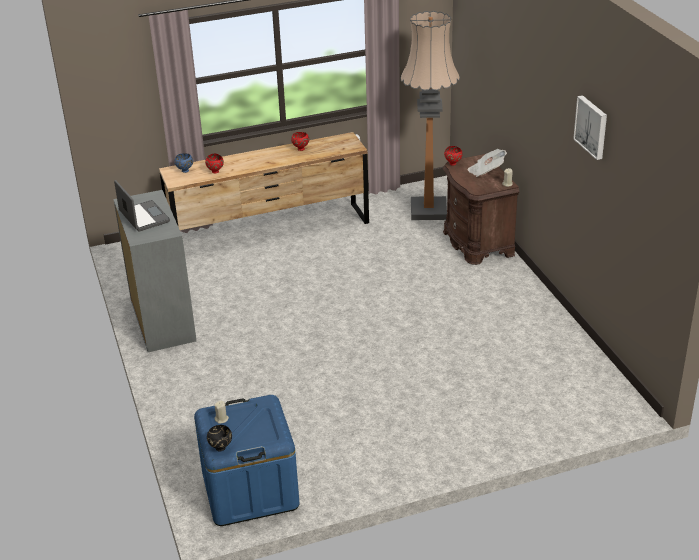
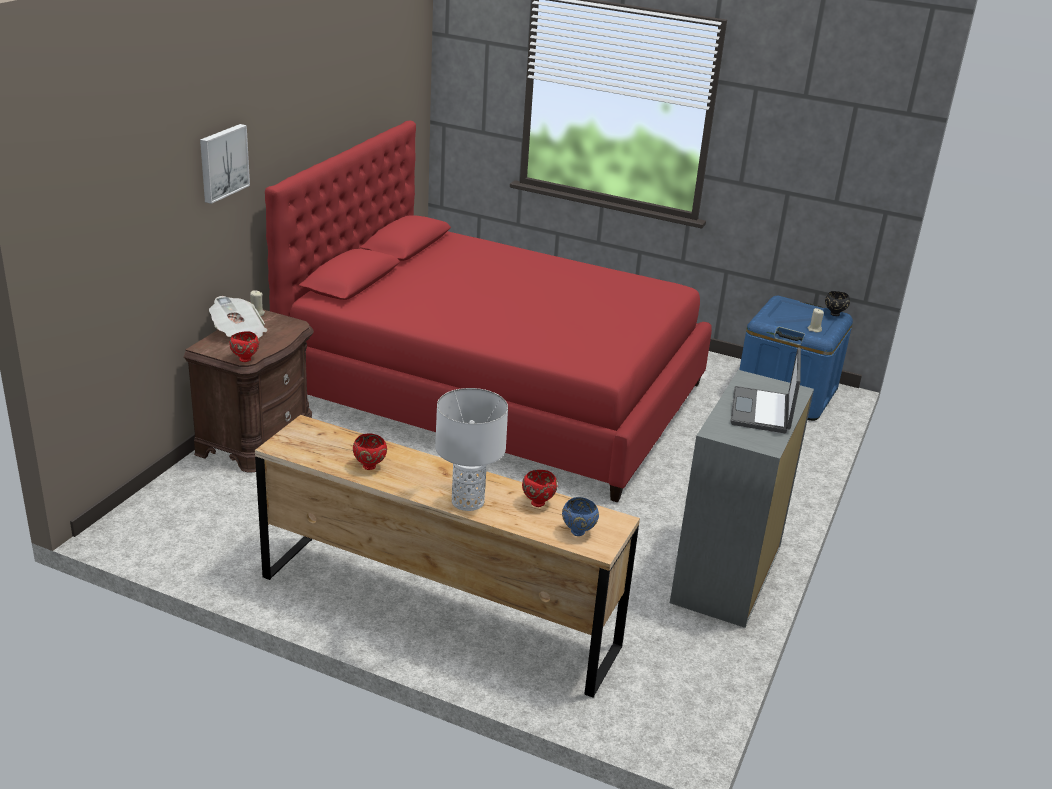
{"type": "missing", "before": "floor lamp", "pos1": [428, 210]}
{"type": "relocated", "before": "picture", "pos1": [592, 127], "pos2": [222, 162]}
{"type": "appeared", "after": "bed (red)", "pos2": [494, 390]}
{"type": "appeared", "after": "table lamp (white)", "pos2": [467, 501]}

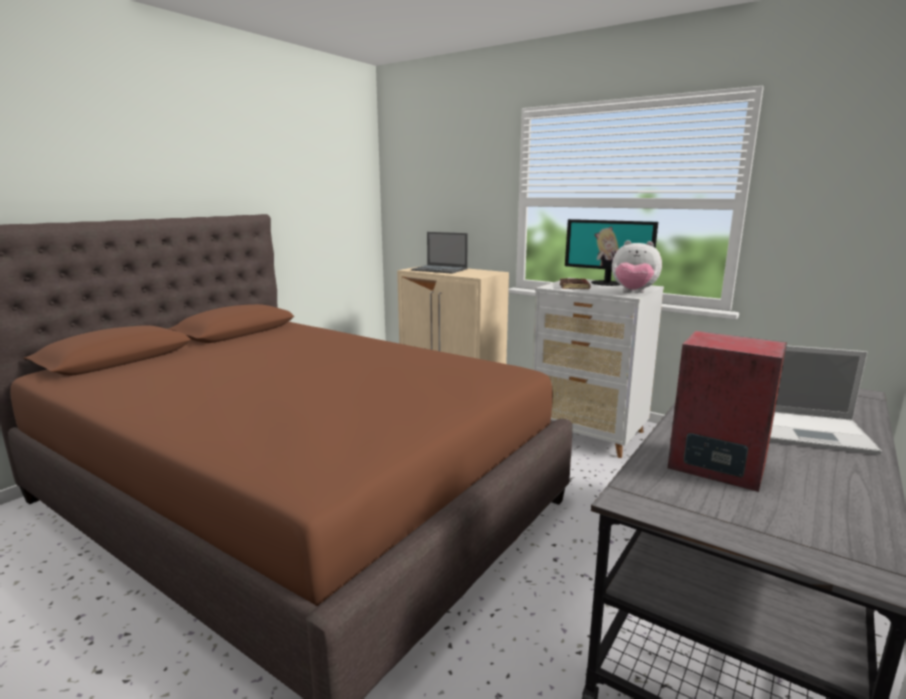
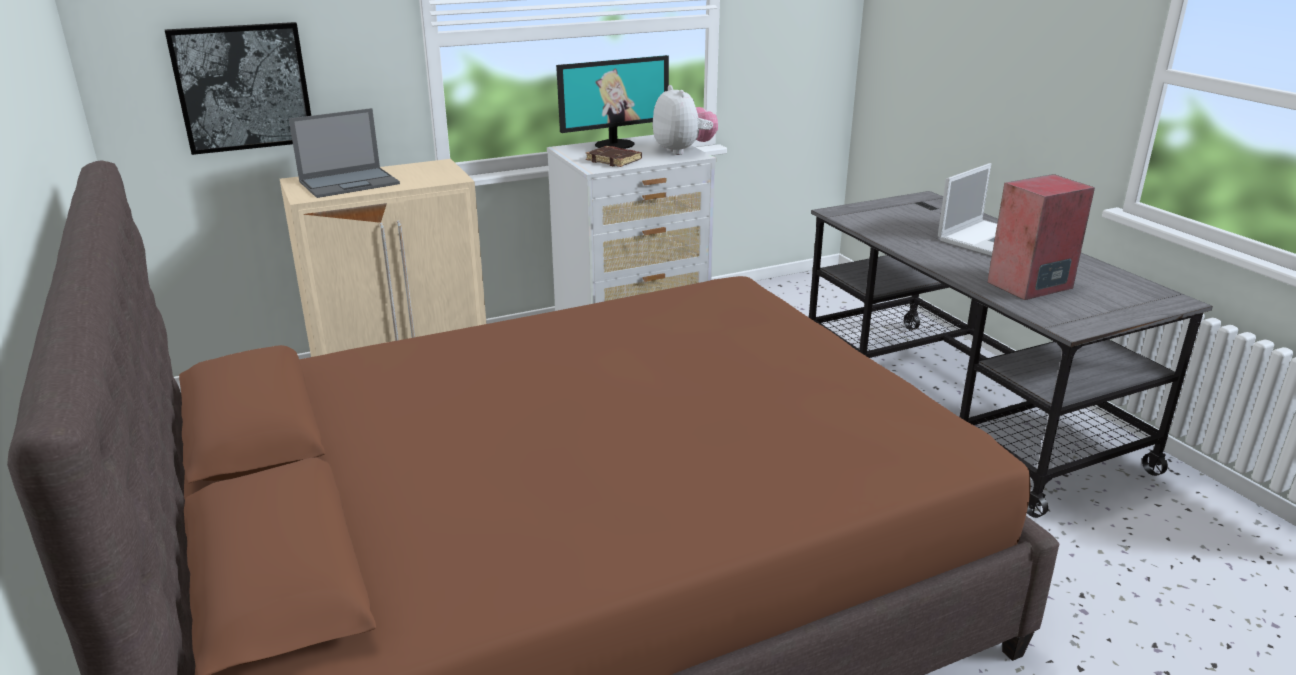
{"type": "spun", "before": "plush toy", "pos1": [633, 292], "pos2": [683, 151], "turn": -75}
{"type": "appeared", "after": "picture", "pos2": [243, 87]}

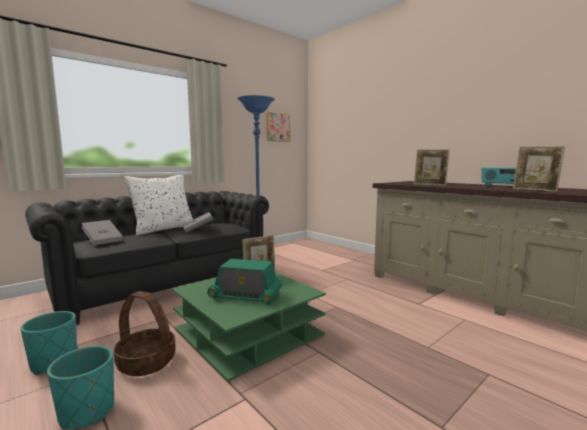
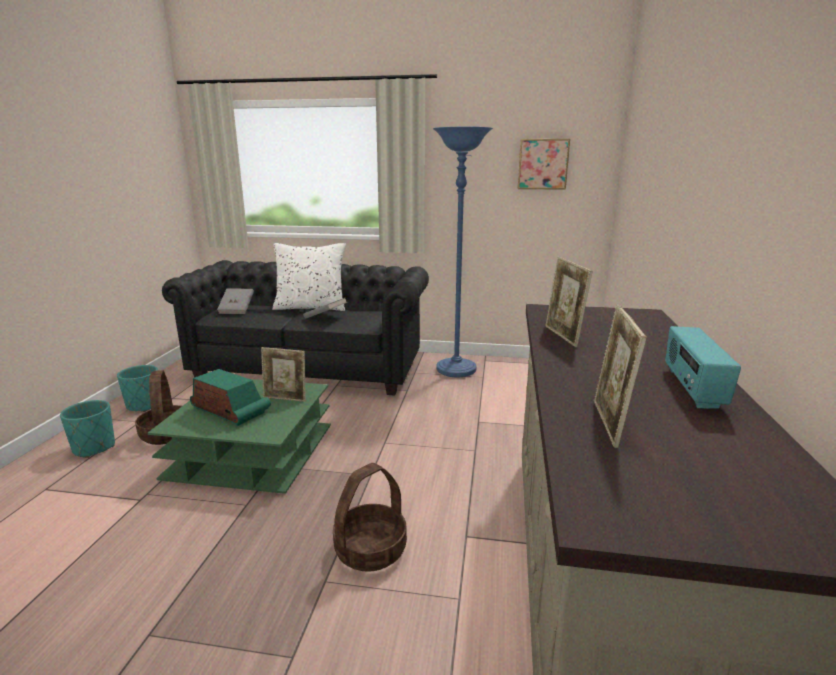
{"type": "spun", "before": "radio", "pos1": [245, 296], "pos2": [230, 410], "turn": 150}
{"type": "appeared", "after": "basket", "pos2": [370, 550]}

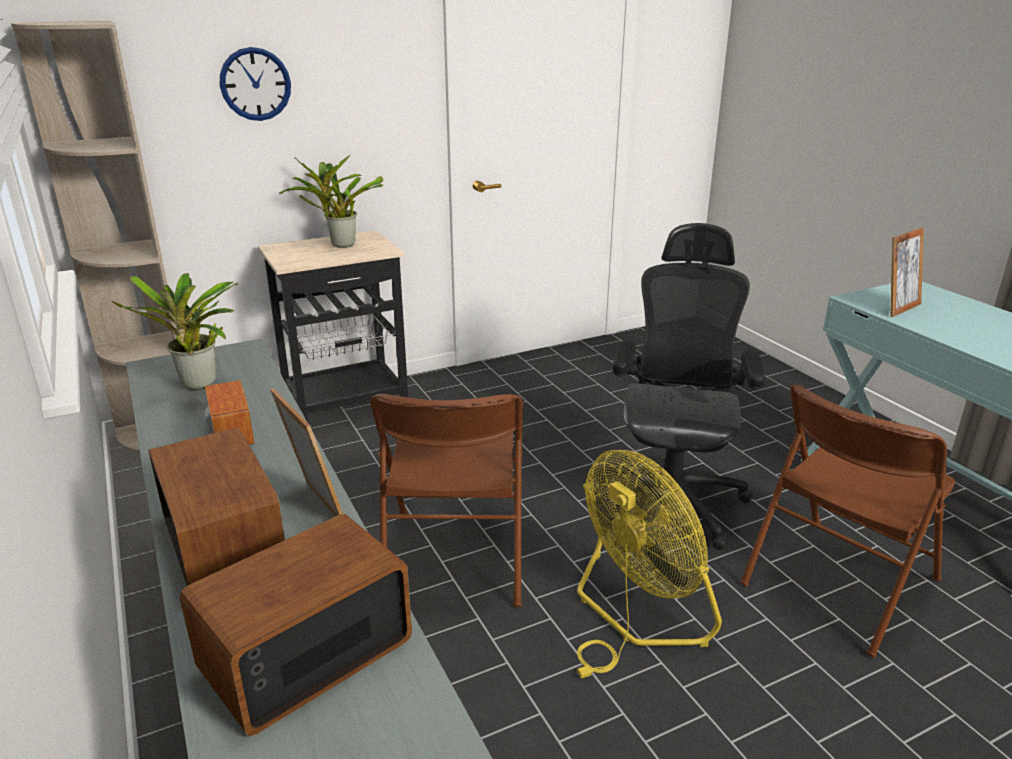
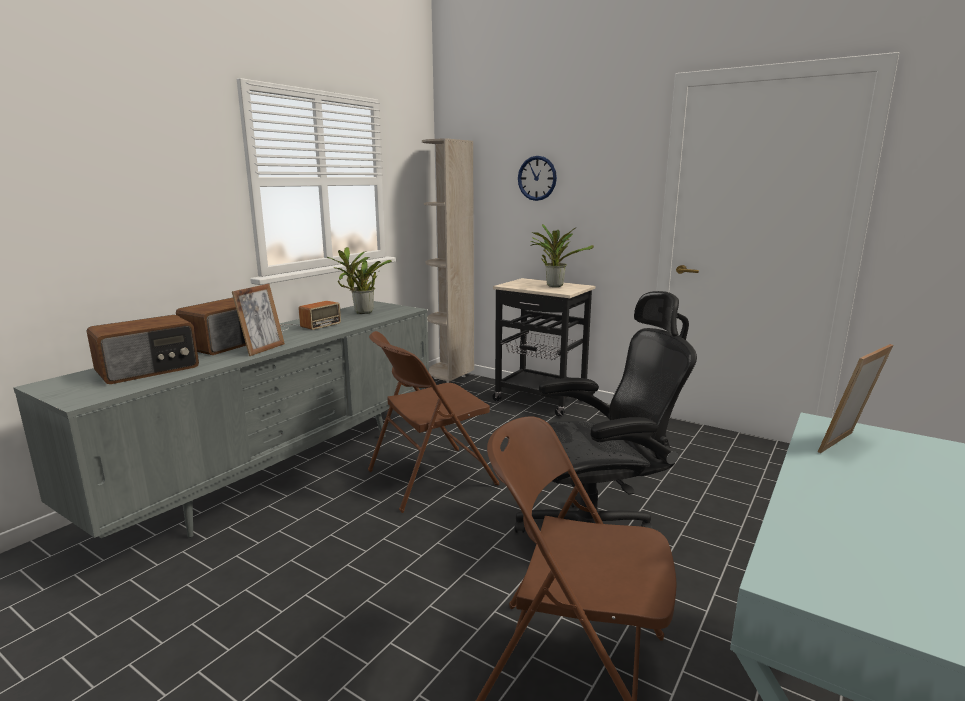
{"type": "spun", "before": "picture frame", "pos1": [898, 308], "pos2": [846, 445], "turn": 120}
{"type": "missing", "before": "fan (yellow)", "pos1": [626, 614]}
{"type": "spun", "before": "radio", "pos1": [304, 653], "pos2": [149, 370], "turn": 120}

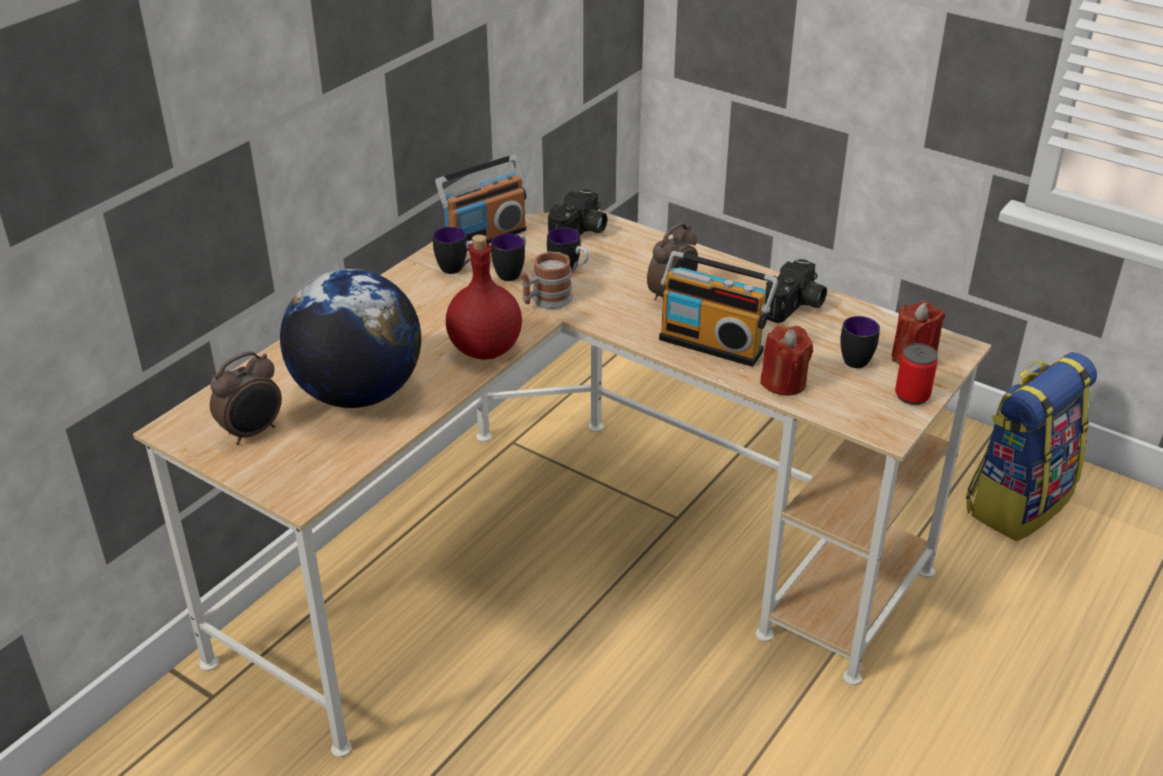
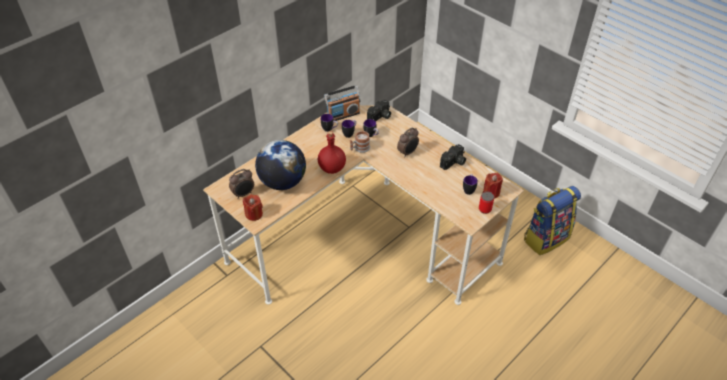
{"type": "missing", "before": "radio", "pos1": [713, 343]}
{"type": "relocated", "before": "candle (red)", "pos1": [783, 382], "pos2": [254, 214]}

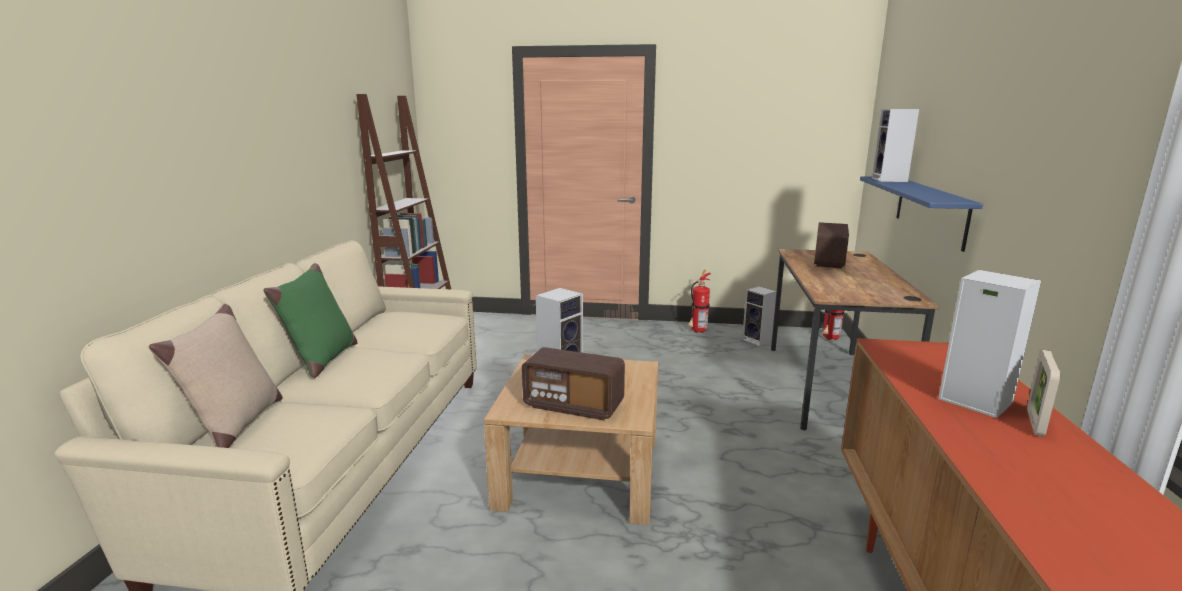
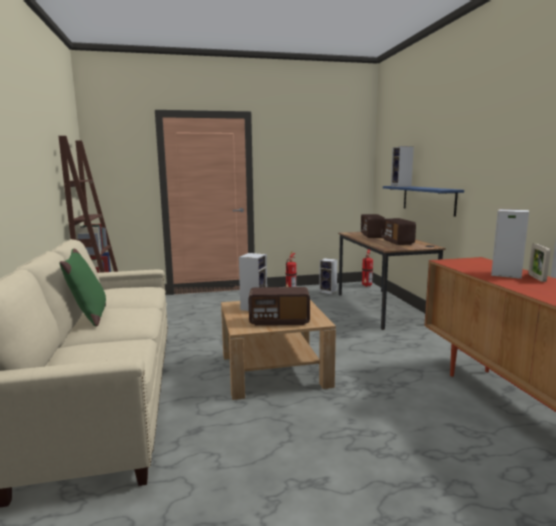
{"type": "missing", "before": "pillow (beige)", "pos1": [235, 425]}
{"type": "appeared", "after": "radio", "pos2": [397, 242]}

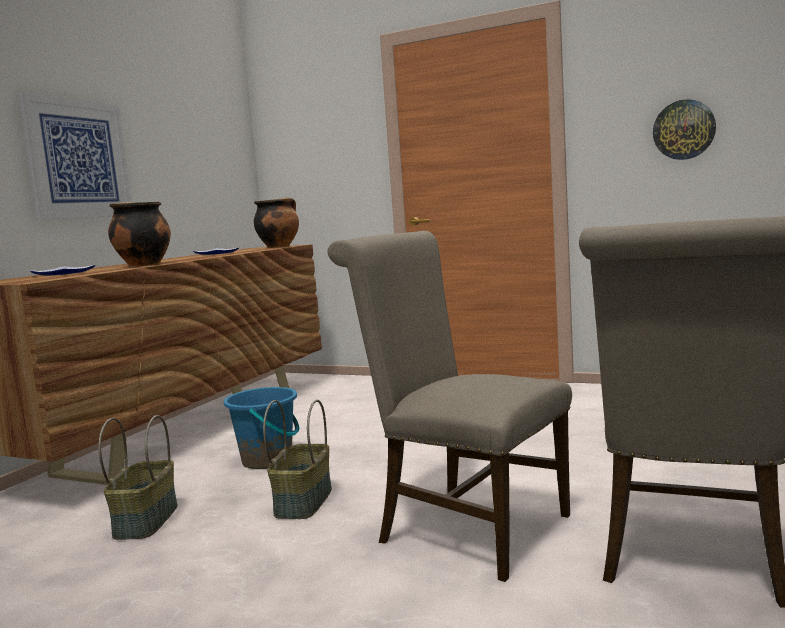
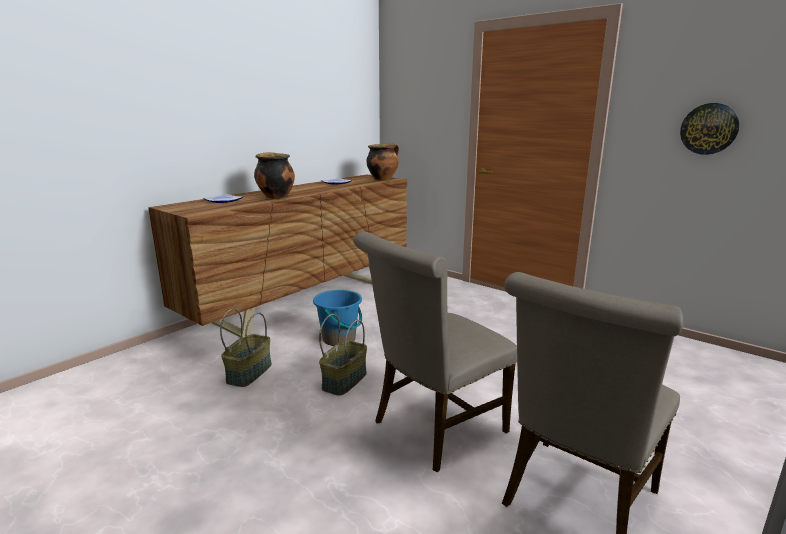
{"type": "missing", "before": "picture", "pos1": [78, 159]}
{"type": "spun", "before": "chair (beige)", "pos1": [464, 526], "pos2": [433, 429], "turn": -90}

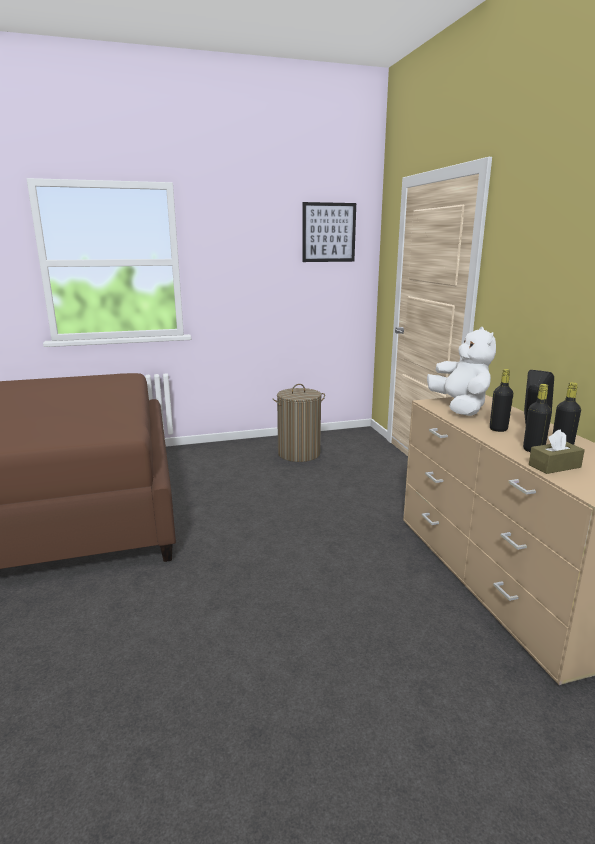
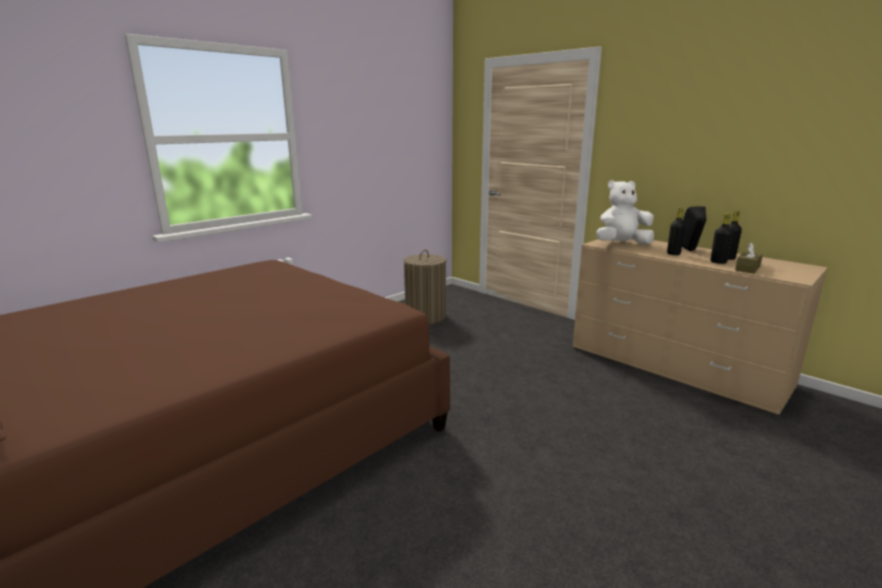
{"type": "missing", "before": "picture", "pos1": [329, 232]}
{"type": "spun", "before": "plush toy (white)", "pos1": [460, 407], "pos2": [621, 244], "turn": -60}

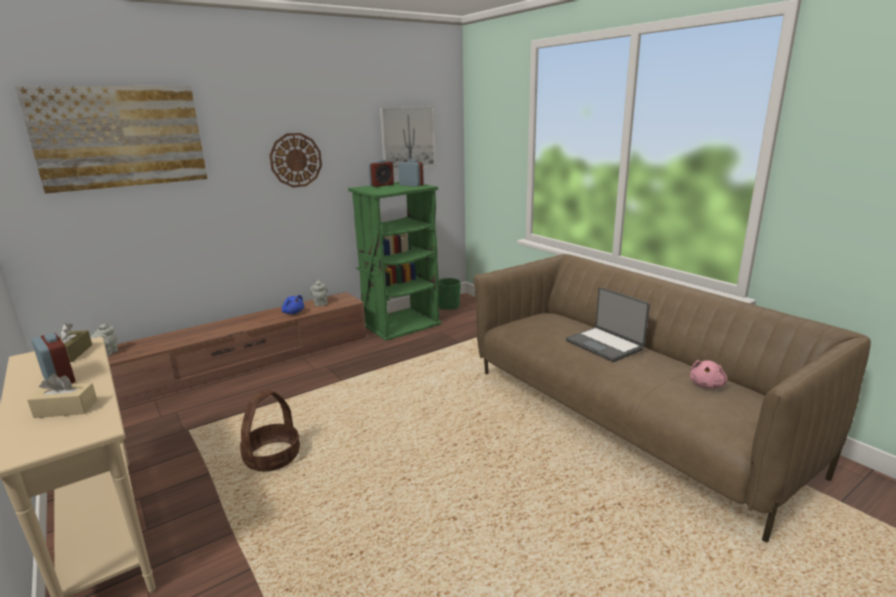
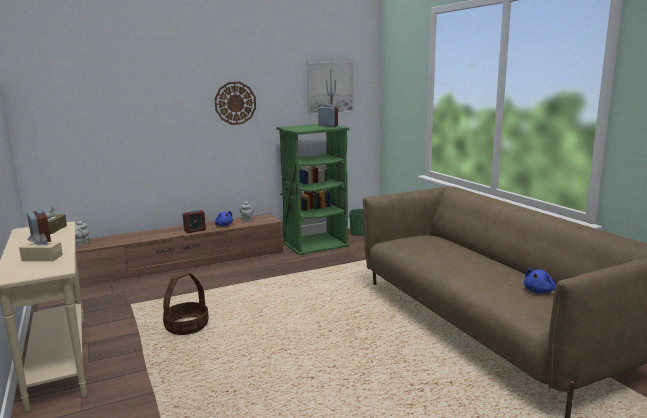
{"type": "missing", "before": "picture", "pos1": [120, 136]}
{"type": "relocated", "before": "alarm clock", "pos1": [382, 185], "pos2": [195, 230]}
{"type": "missing", "before": "laptop", "pos1": [605, 345]}
{"type": "colour", "before": "plush toy (pink)", "after": "plush toy (blue)", "pos1": [707, 385], "pos2": [539, 291]}

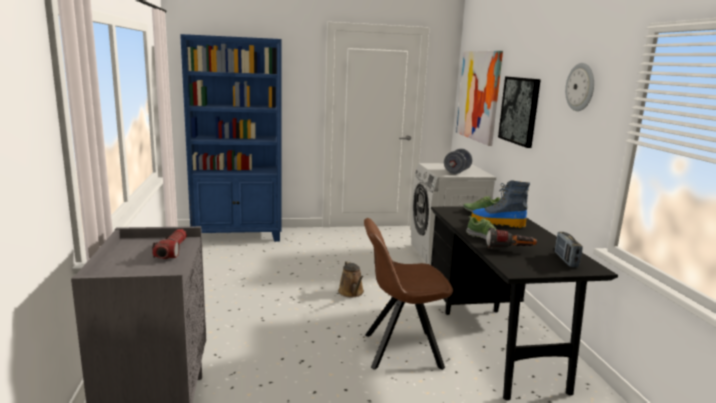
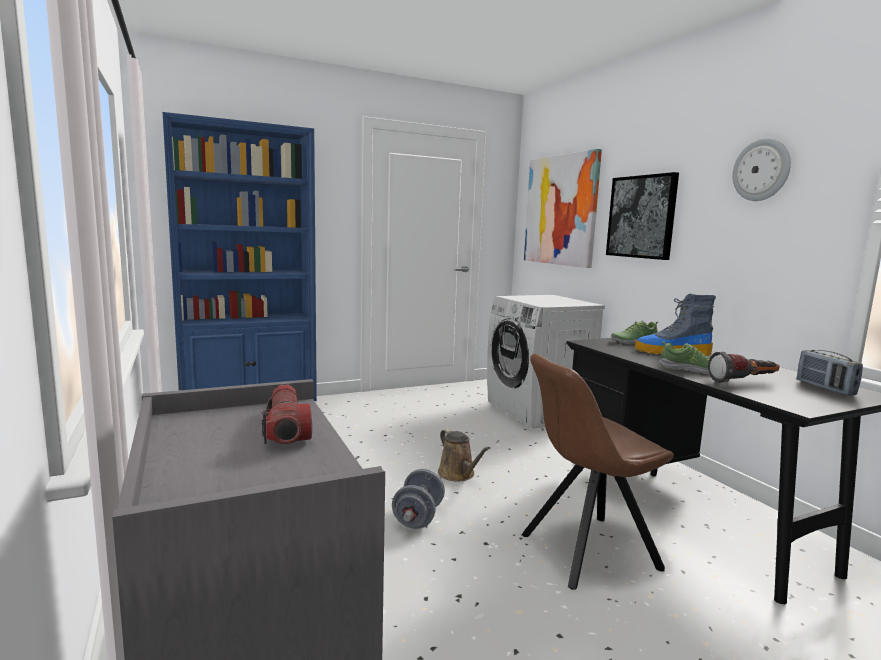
{"type": "relocated", "before": "dumbbell (grey)", "pos1": [457, 172], "pos2": [418, 517]}

